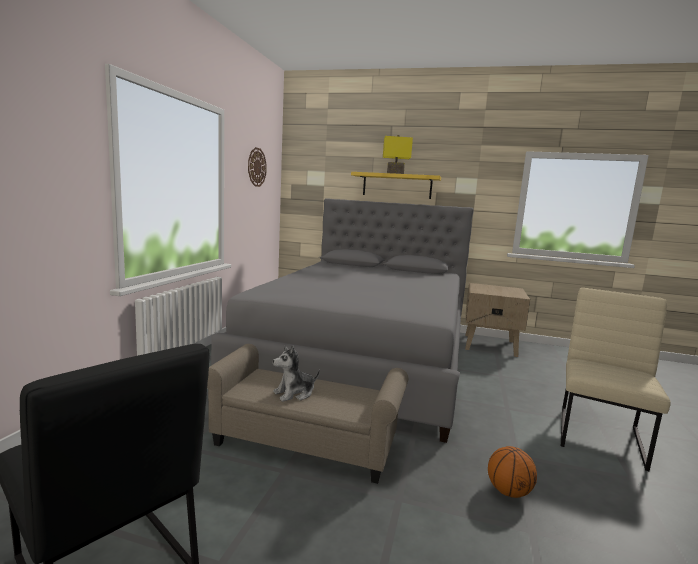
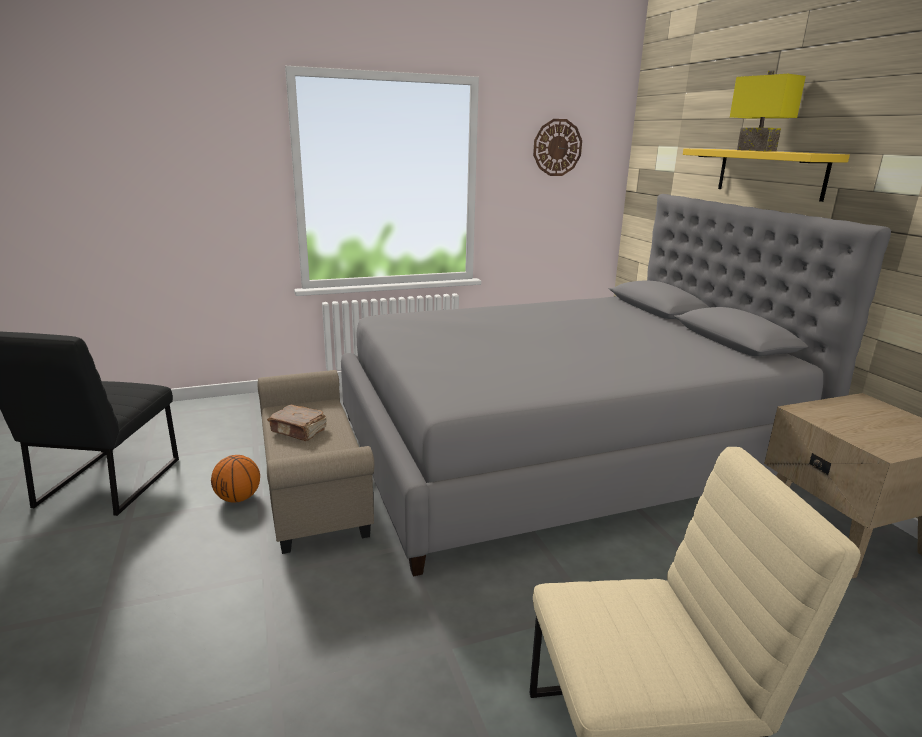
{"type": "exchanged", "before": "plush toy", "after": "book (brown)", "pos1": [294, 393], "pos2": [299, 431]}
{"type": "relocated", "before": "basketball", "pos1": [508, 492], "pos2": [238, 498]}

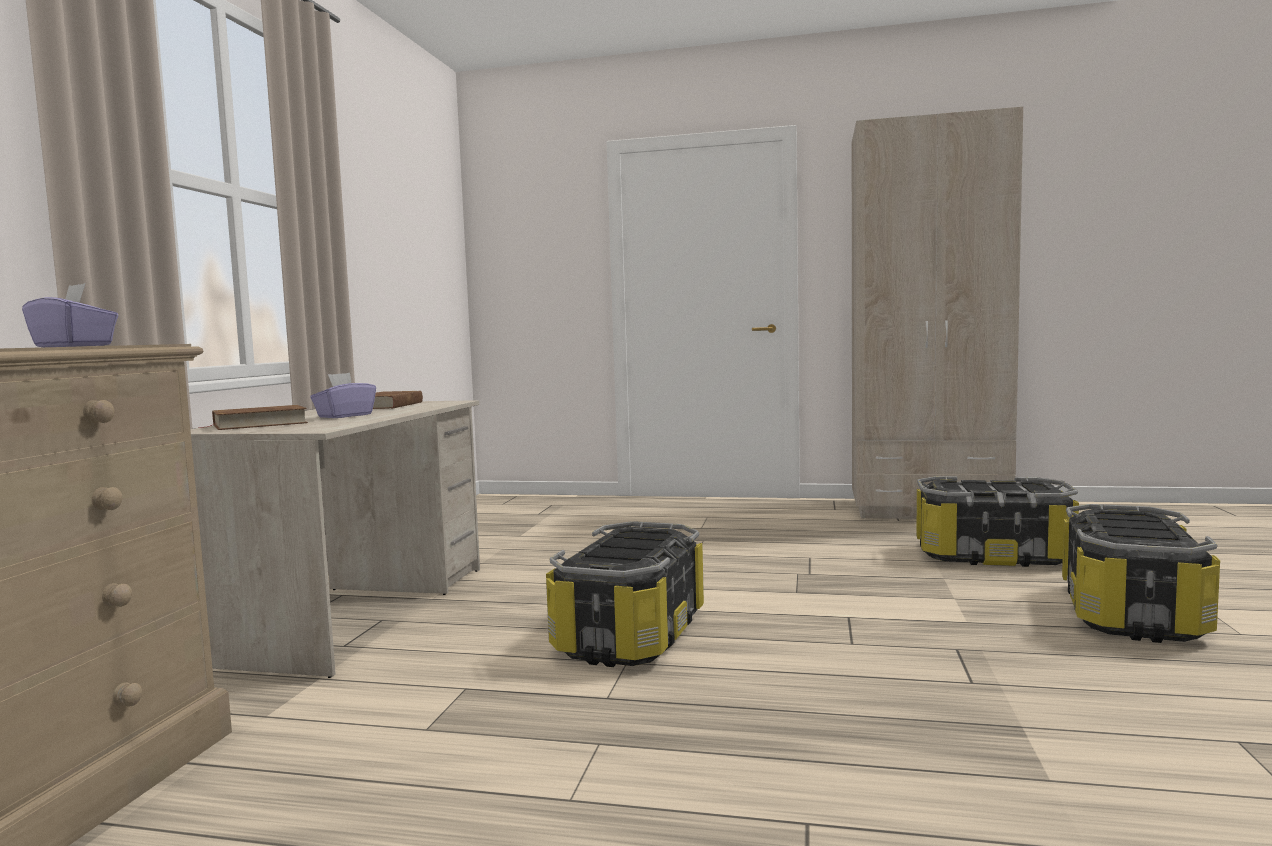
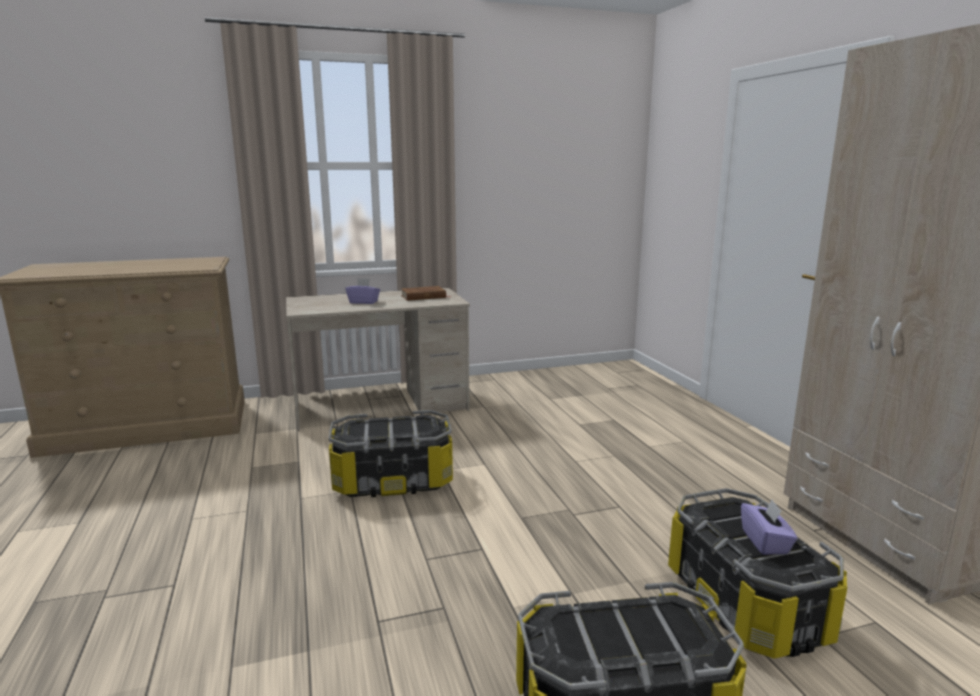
{"type": "relocated", "before": "tissue box (purple)", "pos1": [74, 346], "pos2": [765, 542]}
{"type": "missing", "before": "book (brown)", "pos1": [259, 424]}

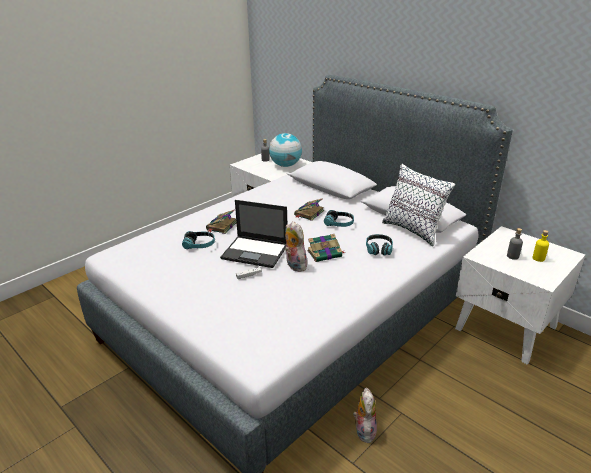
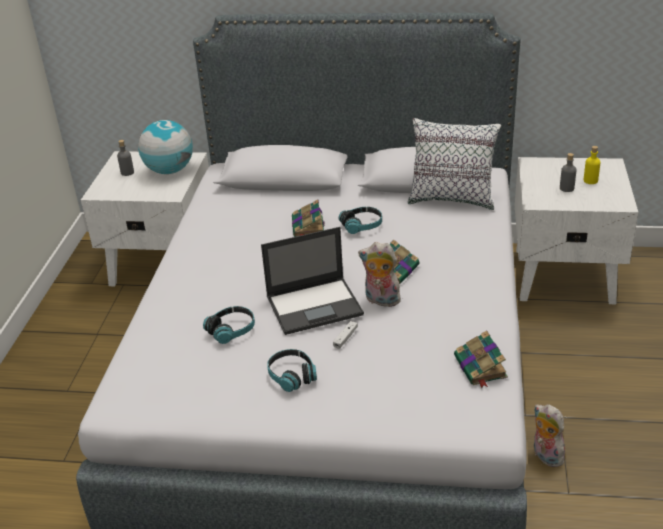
{"type": "relocated", "before": "book", "pos1": [221, 226], "pos2": [480, 368]}
{"type": "relocated", "before": "headphones", "pos1": [378, 249], "pos2": [292, 376]}

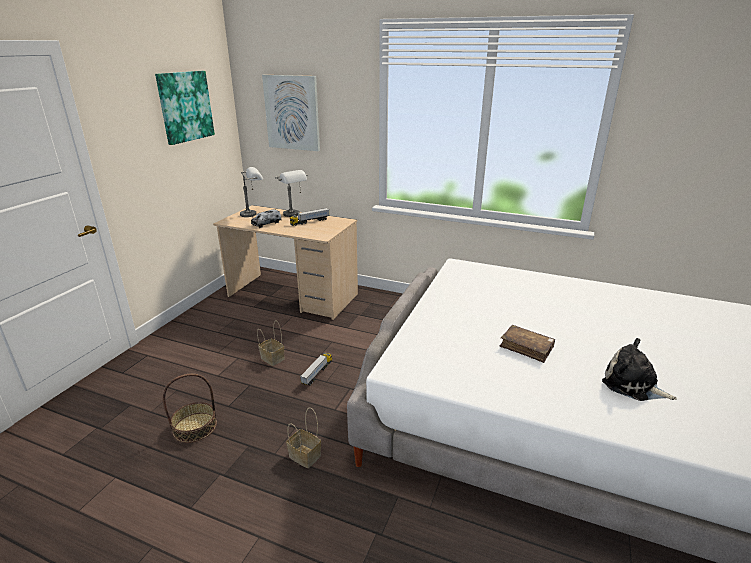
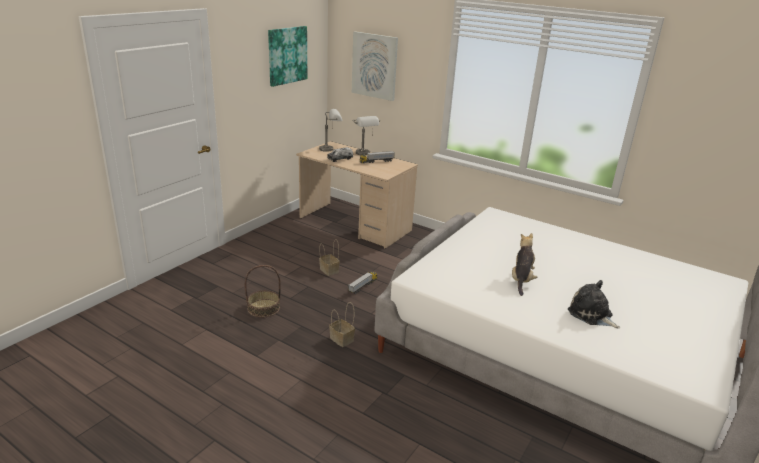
{"type": "exchanged", "before": "book (brown)", "after": "plush toy", "pos1": [526, 348], "pos2": [521, 280]}

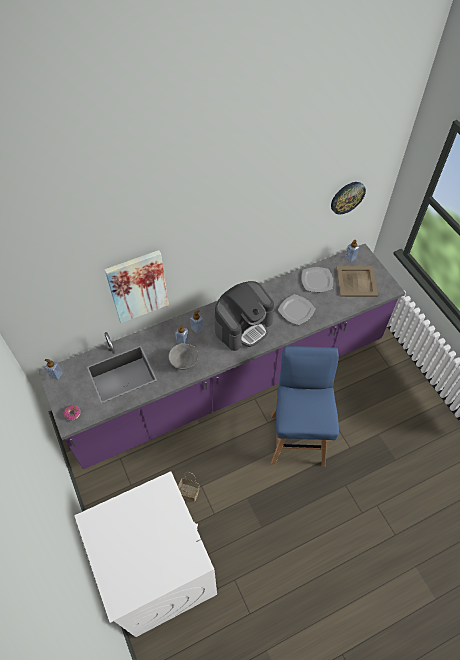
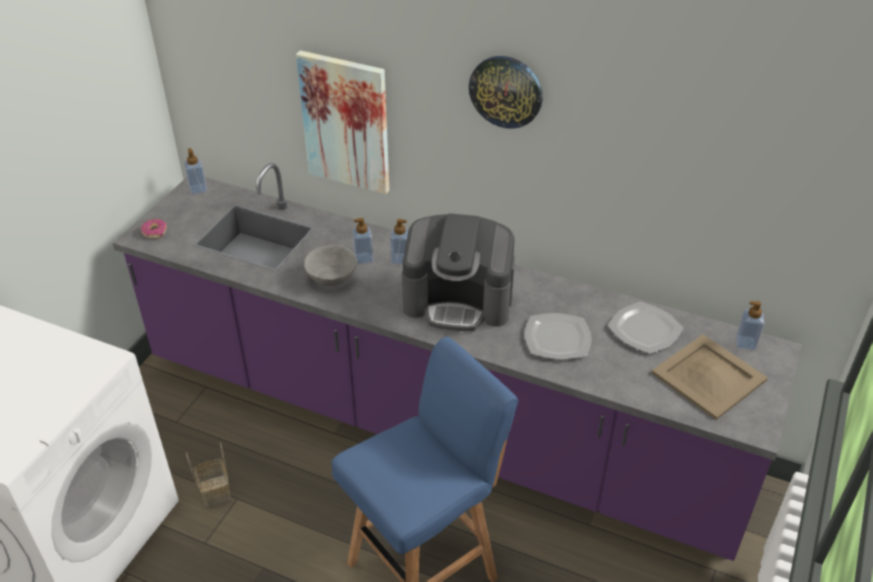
{"type": "relocated", "before": "wall clock", "pos1": [347, 197], "pos2": [506, 91]}

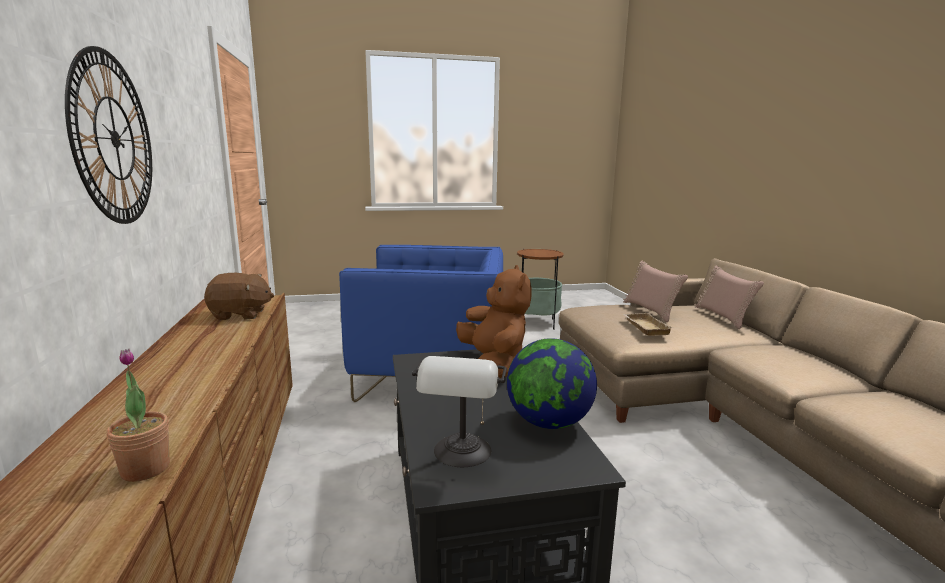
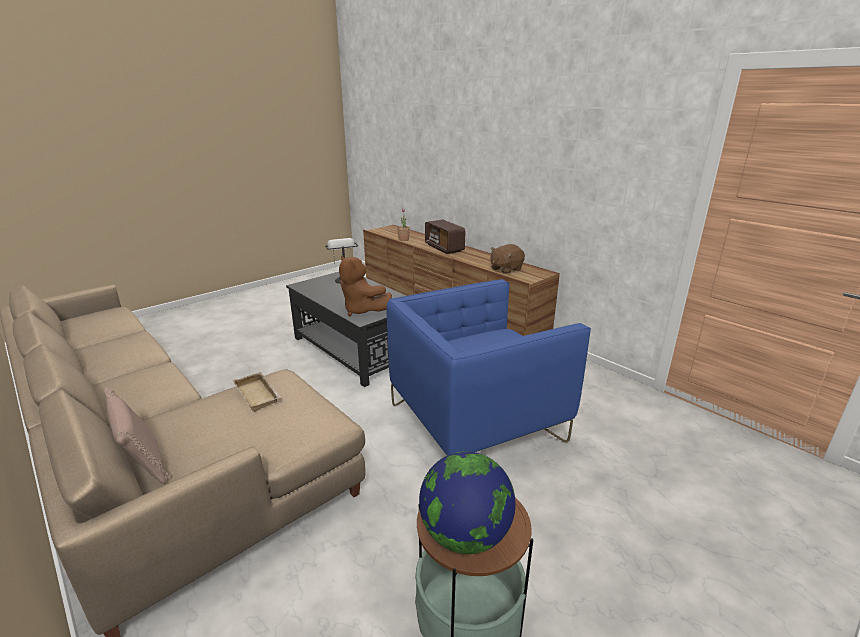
{"type": "missing", "before": "wall clock", "pos1": [114, 139]}
{"type": "missing", "before": "pillow (beige)", "pos1": [651, 311]}
{"type": "relocated", "before": "globe", "pos1": [548, 422], "pos2": [465, 535]}
{"type": "appeared", "after": "radio", "pos2": [444, 248]}

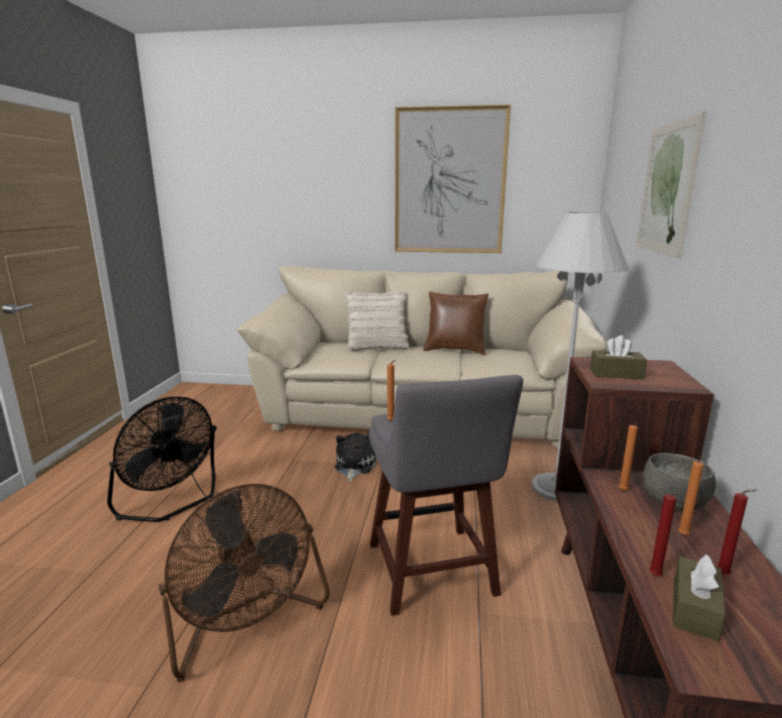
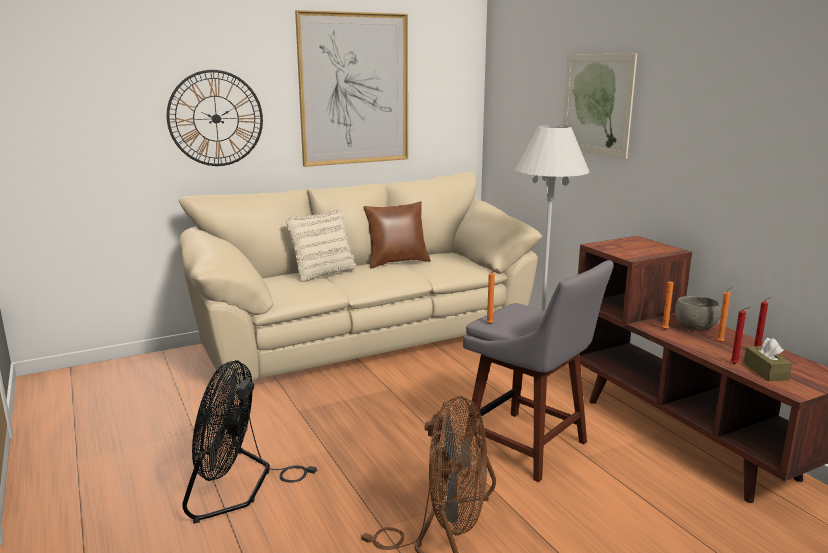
{"type": "missing", "before": "tissue box (brown)", "pos1": [616, 374]}
{"type": "missing", "before": "plush toy", "pos1": [354, 465]}
{"type": "appeared", "after": "wall clock", "pos2": [216, 118]}

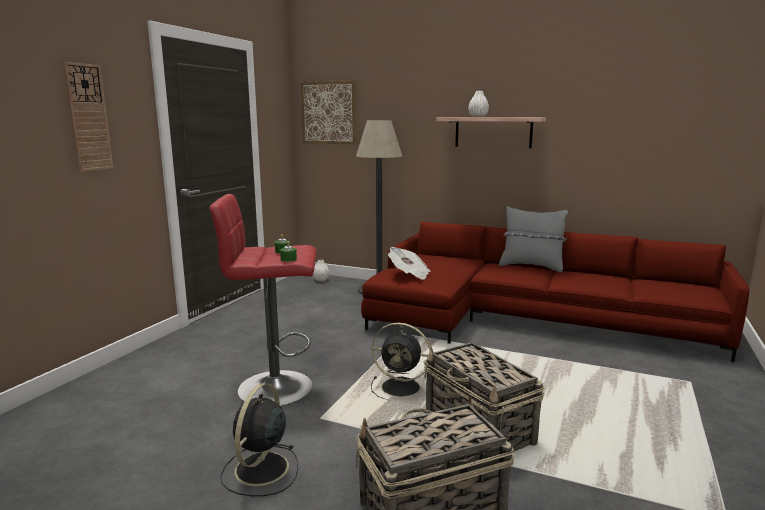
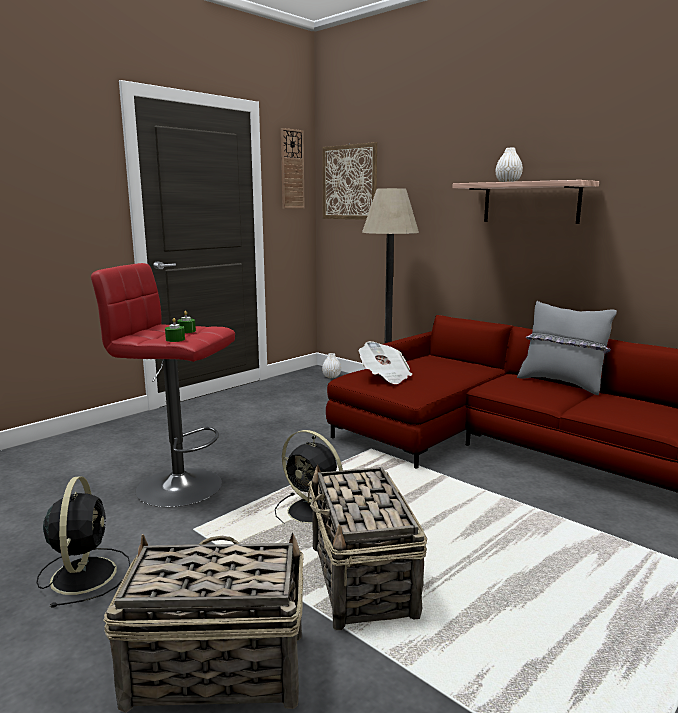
{"type": "relocated", "before": "wall clock", "pos1": [88, 117], "pos2": [292, 169]}
{"type": "spun", "before": "fan (black)", "pos1": [260, 470], "pos2": [84, 573], "turn": 135}

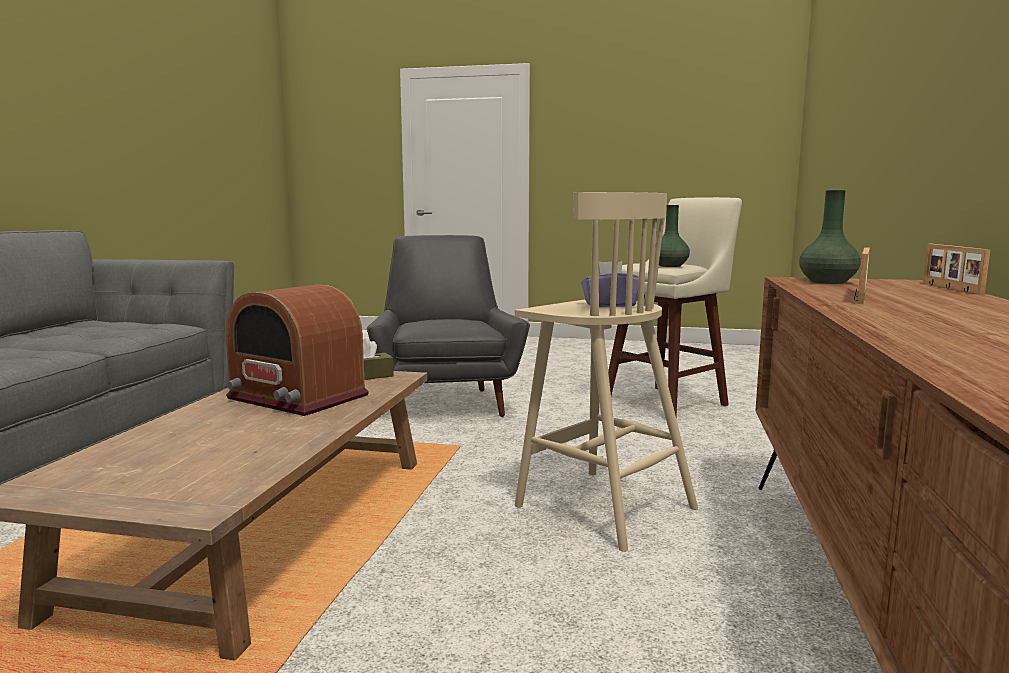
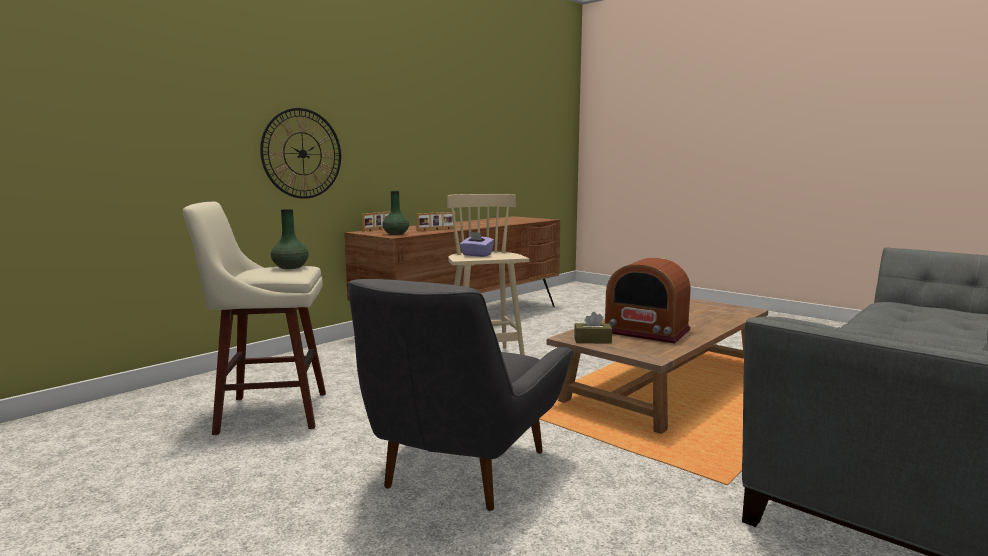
{"type": "spun", "before": "radio", "pos1": [297, 397], "pos2": [646, 331], "turn": 150}
{"type": "appeared", "after": "wall clock", "pos2": [302, 153]}

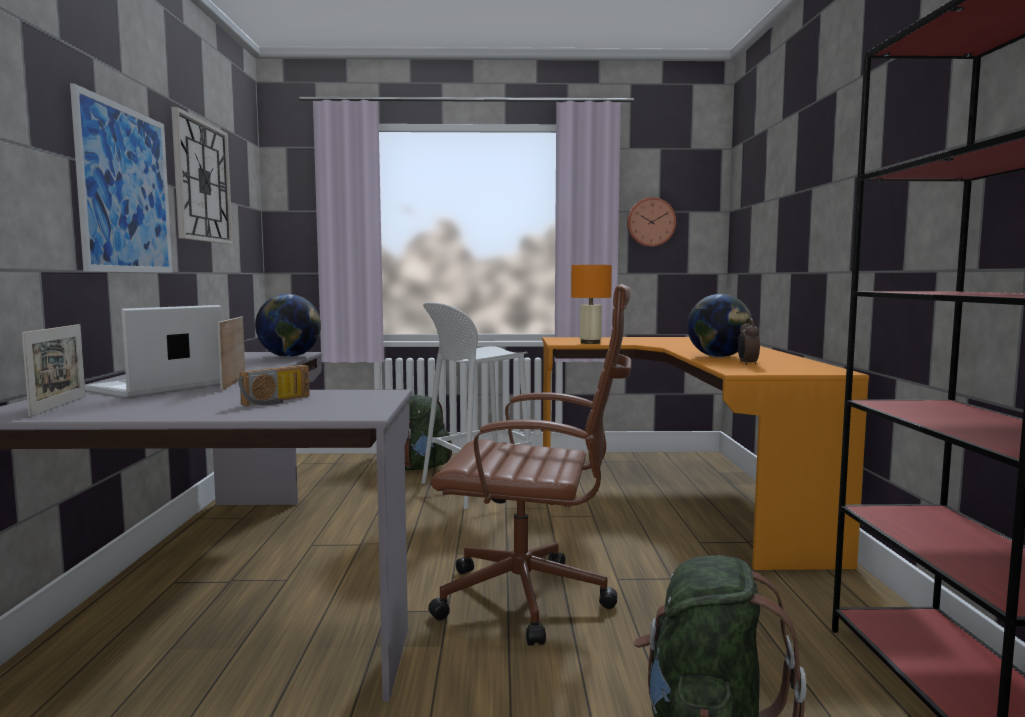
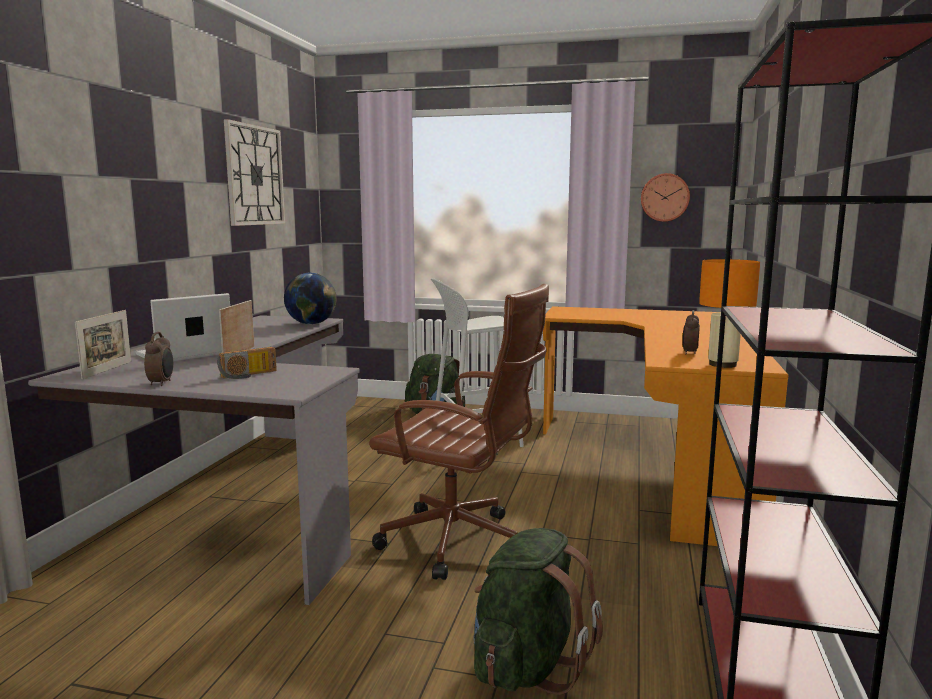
{"type": "missing", "before": "picture", "pos1": [126, 190]}
{"type": "relocated", "before": "table lamp (orange)", "pos1": [589, 343], "pos2": [721, 364]}
{"type": "missing", "before": "globe", "pos1": [718, 357]}
{"type": "appeared", "after": "alarm clock", "pos2": [162, 383]}

